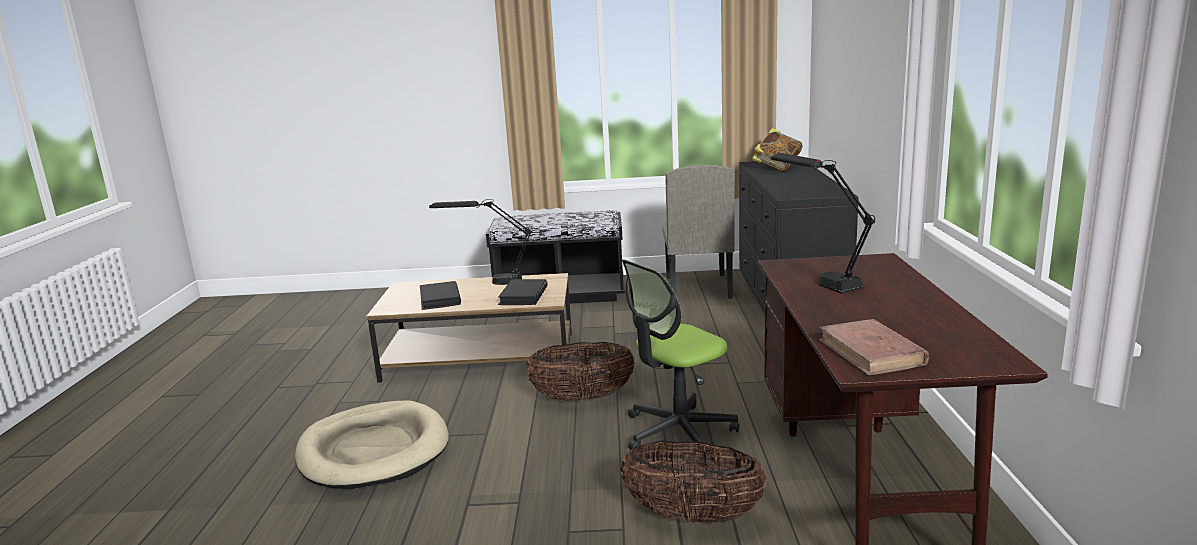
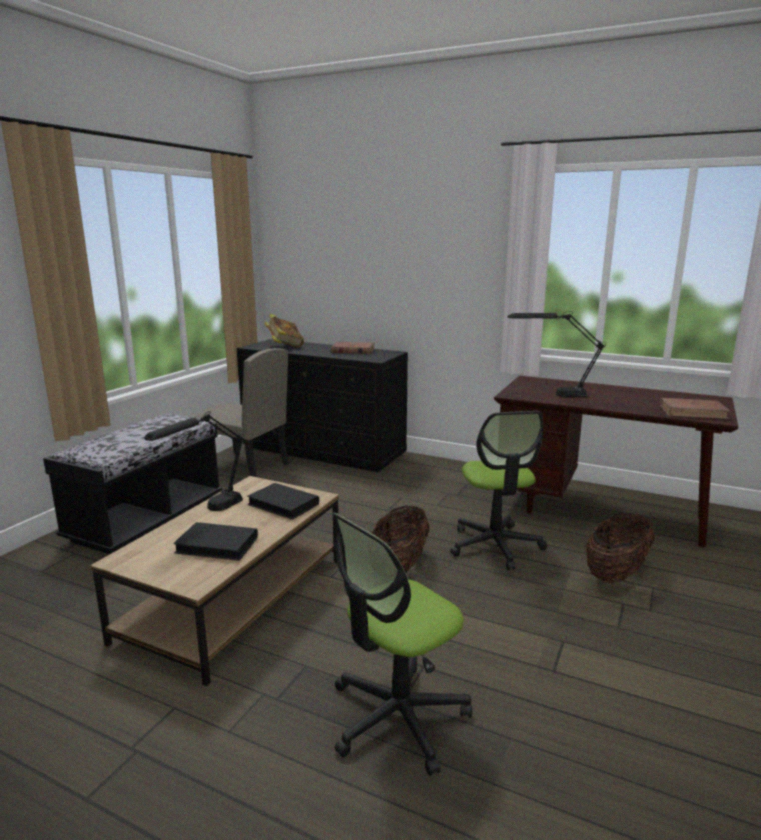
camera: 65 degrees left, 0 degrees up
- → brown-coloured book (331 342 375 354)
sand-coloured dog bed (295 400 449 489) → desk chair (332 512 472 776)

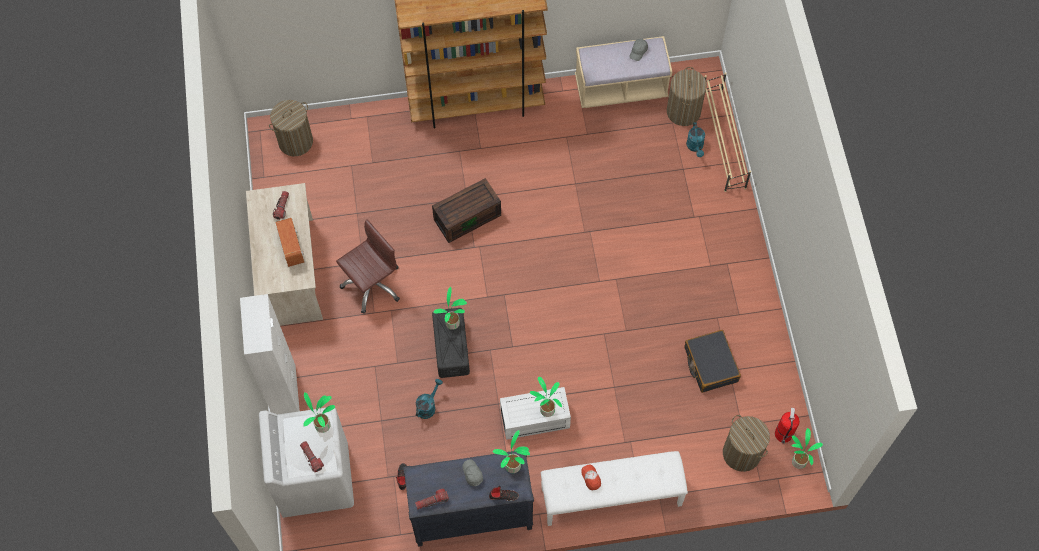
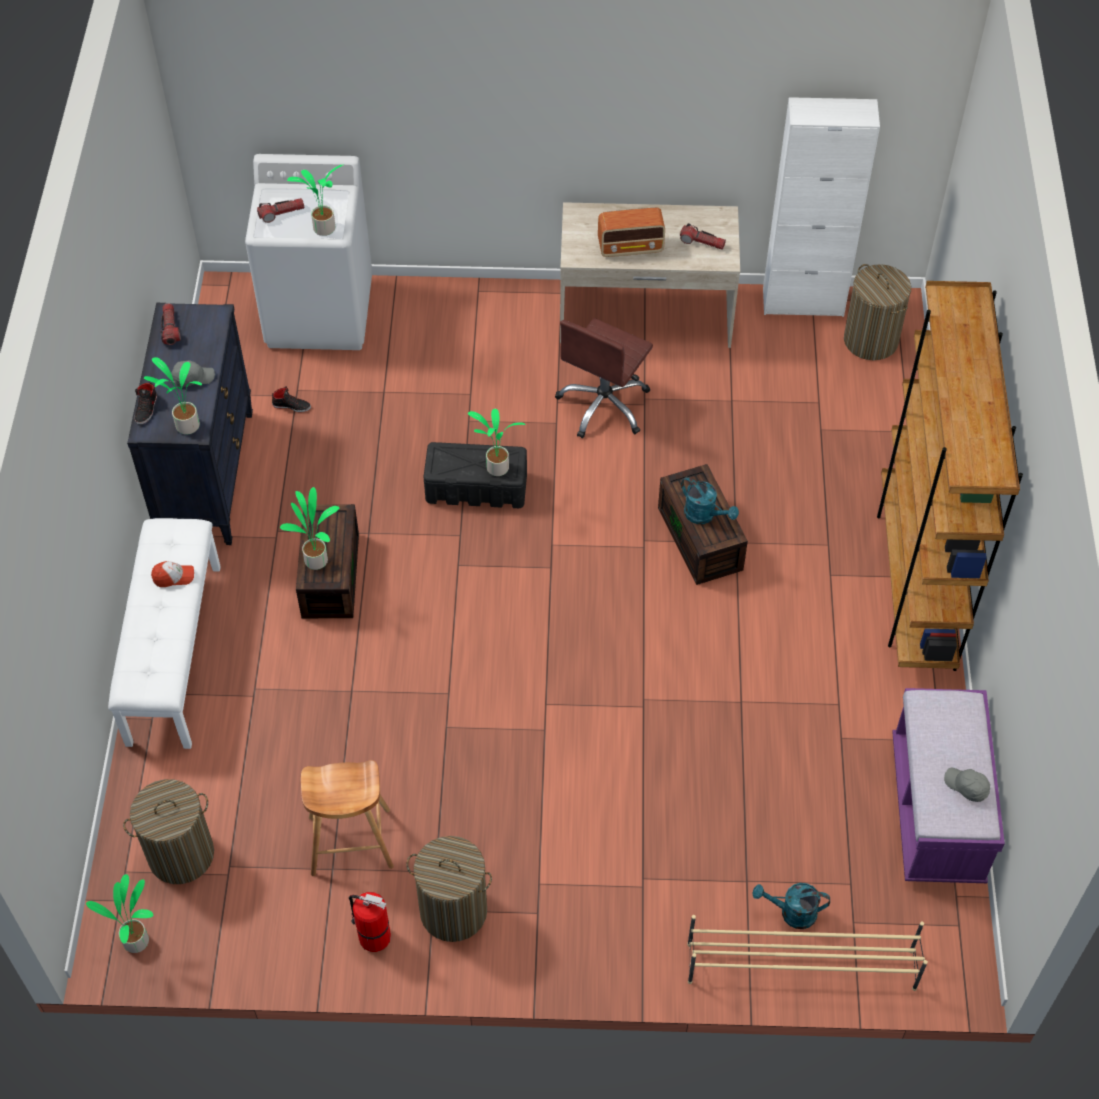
camera: 100 degrees right, 10 degrees down
white-coloured storage bin (500 387 571 440) → brown-coloured storage bin (296 504 359 618)
blackish piece of luggage (685 330 741 393) → brown-coloured stool (301 760 394 876)
extinguisher (775 408 800 444) → extinguisher (349 892 391 952), moved
laundry basket (667 67 707 126) → laundry basket (406 836 492 942), moved
brown-coloured desk chair (336 219 400 314) → brown-coloured desk chair (555 318 653 438), 60 degrees clockwise
blue-green sprinkling can (416 379 443 419) → blue-green sprinkling can (681 477 739 524), moved
white-coloured storage cabinet (240 294 300 414) → white-coloured storage cabinet (763 97 880 317), moved
sand-coloured bench (575 36 672 108) → purple-coloured bench (892 688 1005 883)

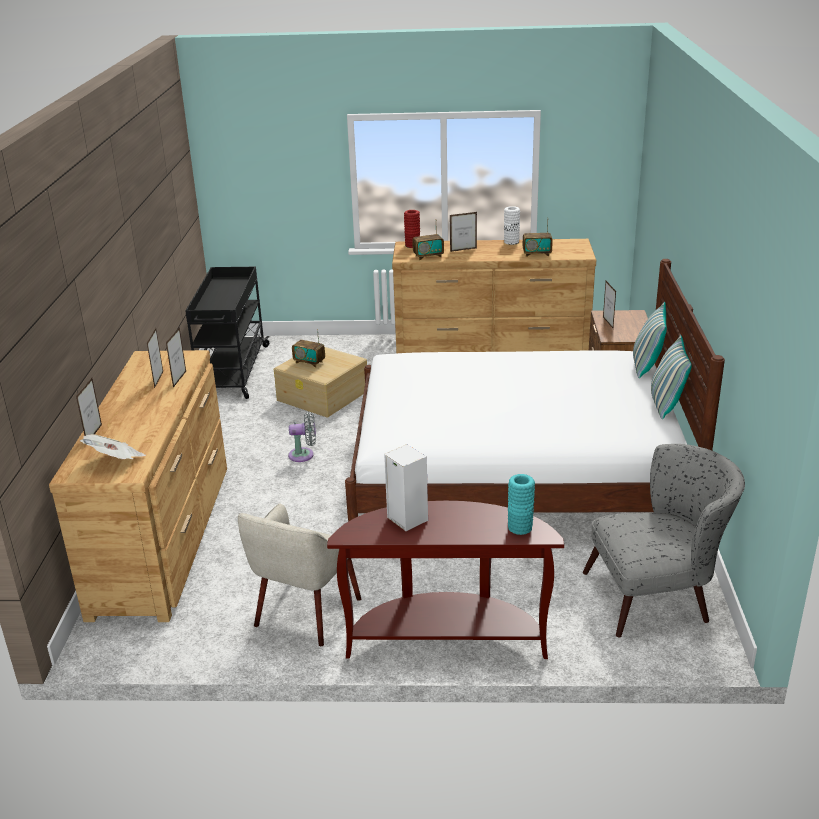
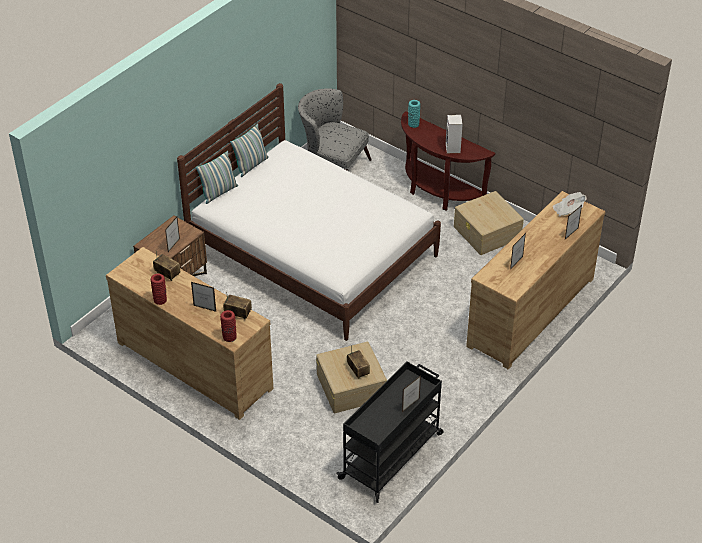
camera: 145 degrees left, 15 degrees up
white-coloured vase (504 206 520 245) → red vase (151 274 167 305)
standing frame (166 327 186 388) → standing frame (402 376 421 412), moved
sand-coloured lounge chair (238 503 361 646) → sand-coloured storage bin (454 191 524 255)
greyish electric fan (288 412 316 462) → -

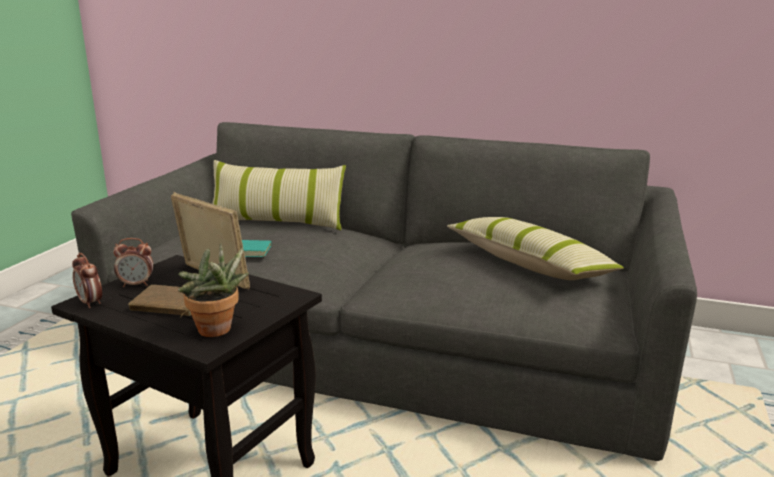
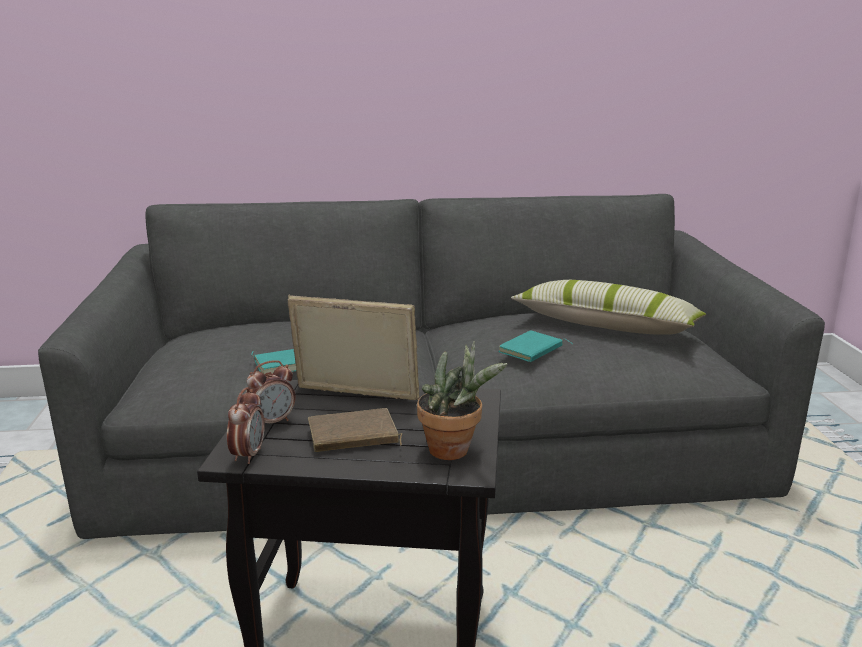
camera: 25 degrees left, 0 degrees up
table clock (72 253 102 308) → table clock (227 387 265 464), 105 degrees counterclockwise
- → blue-green book (498 330 573 362)
cushion (212 160 346 230) → -

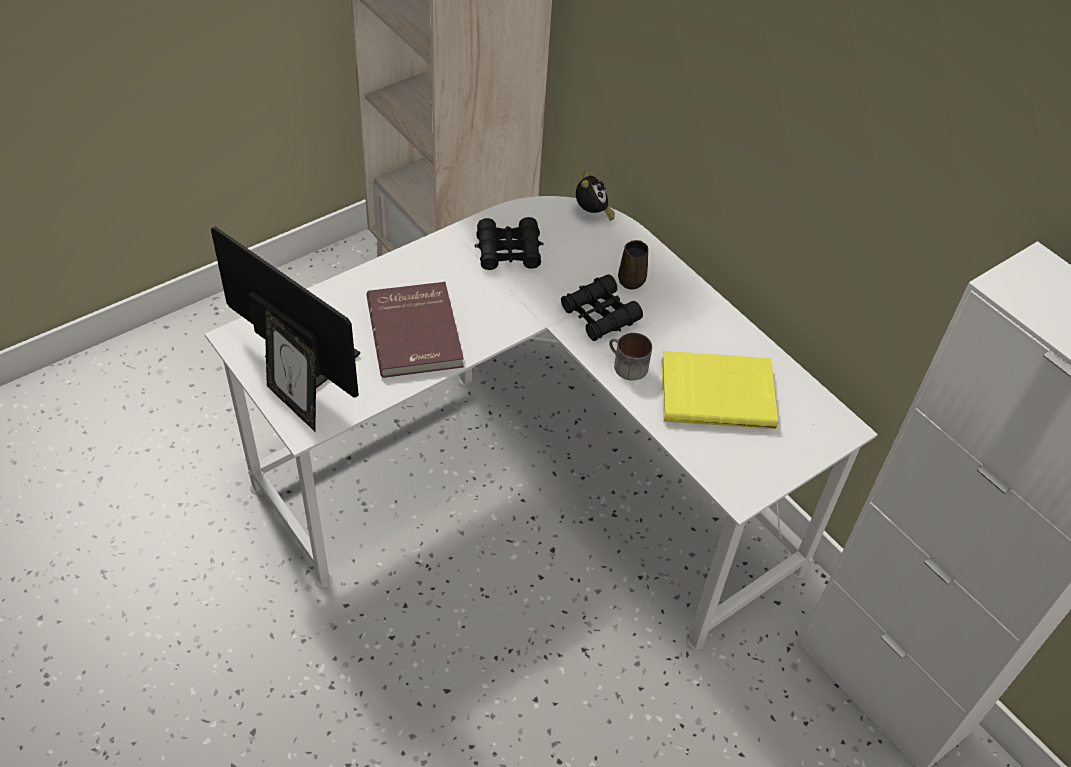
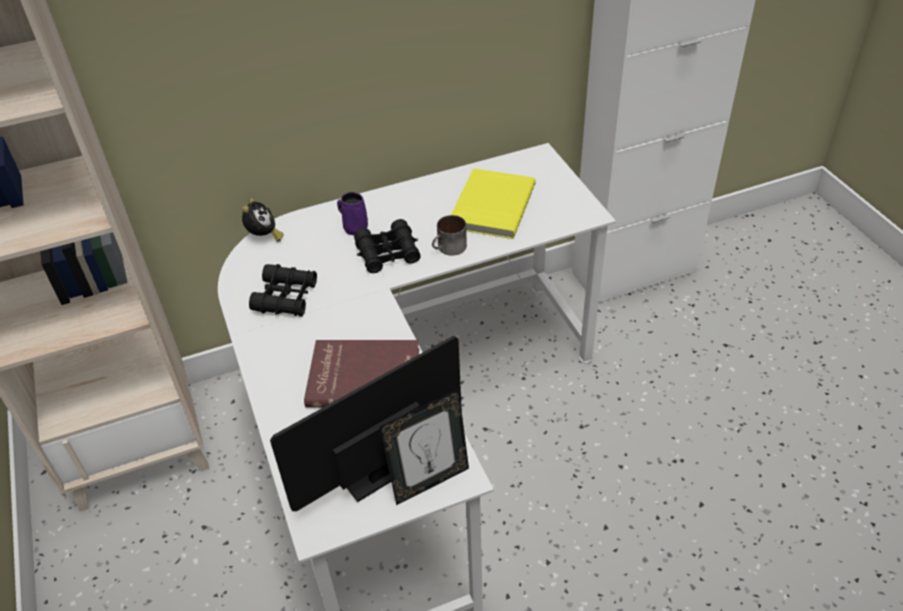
camera: 70 degrees left, 5 degrees down
table clock (576 171 615 221) → table clock (242 198 284 242), 75 degrees clockwise
brown-coloured mug (618 240 648 290) → purple-coloured mug (337 192 368 235)

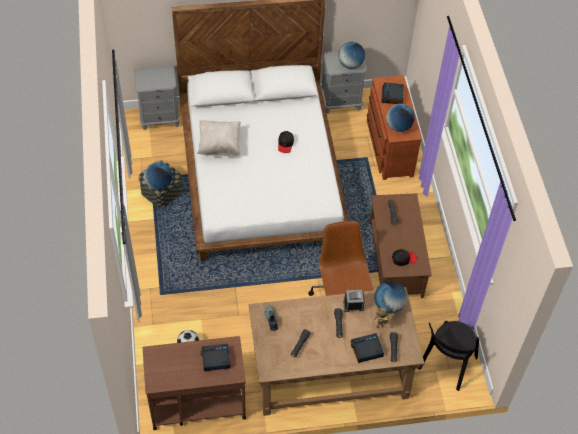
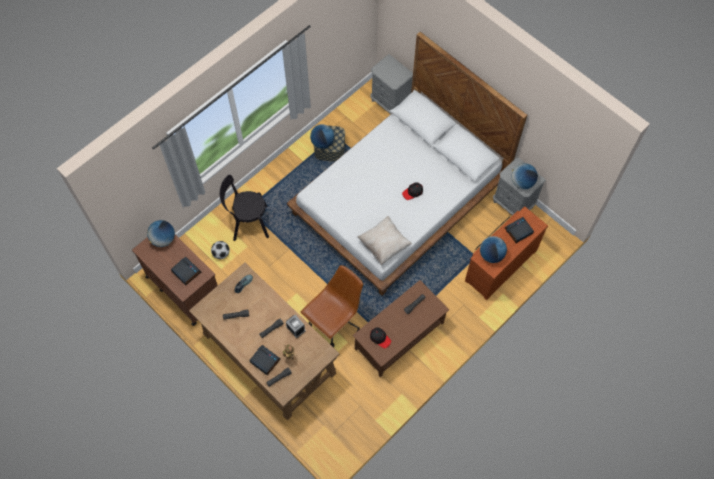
camera: 55 degrees right, 10 degrees up
desk globe (374 281 407 314) → desk globe (147 220 175 247), moved
blackish chair (418 321 479 391) → blackish chair (220 175 269 241), moved
sand-coloured cushion (197 120 241 156) → sand-coloured cushion (357 216 412 265), moved

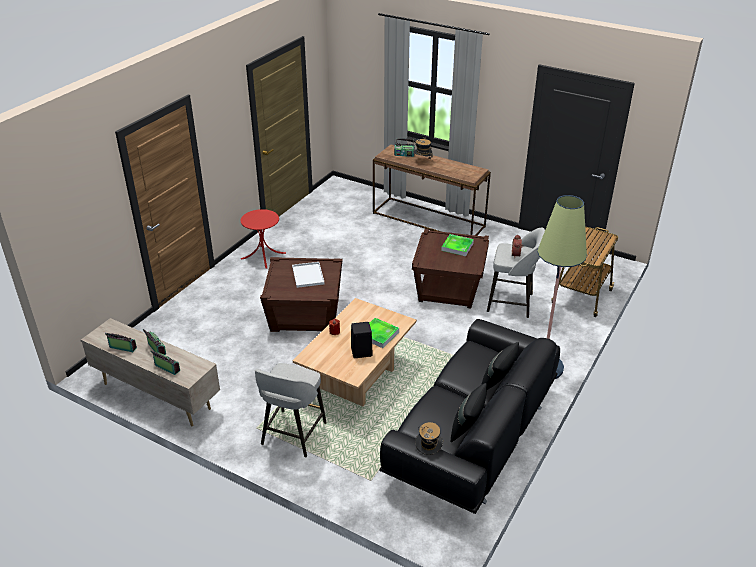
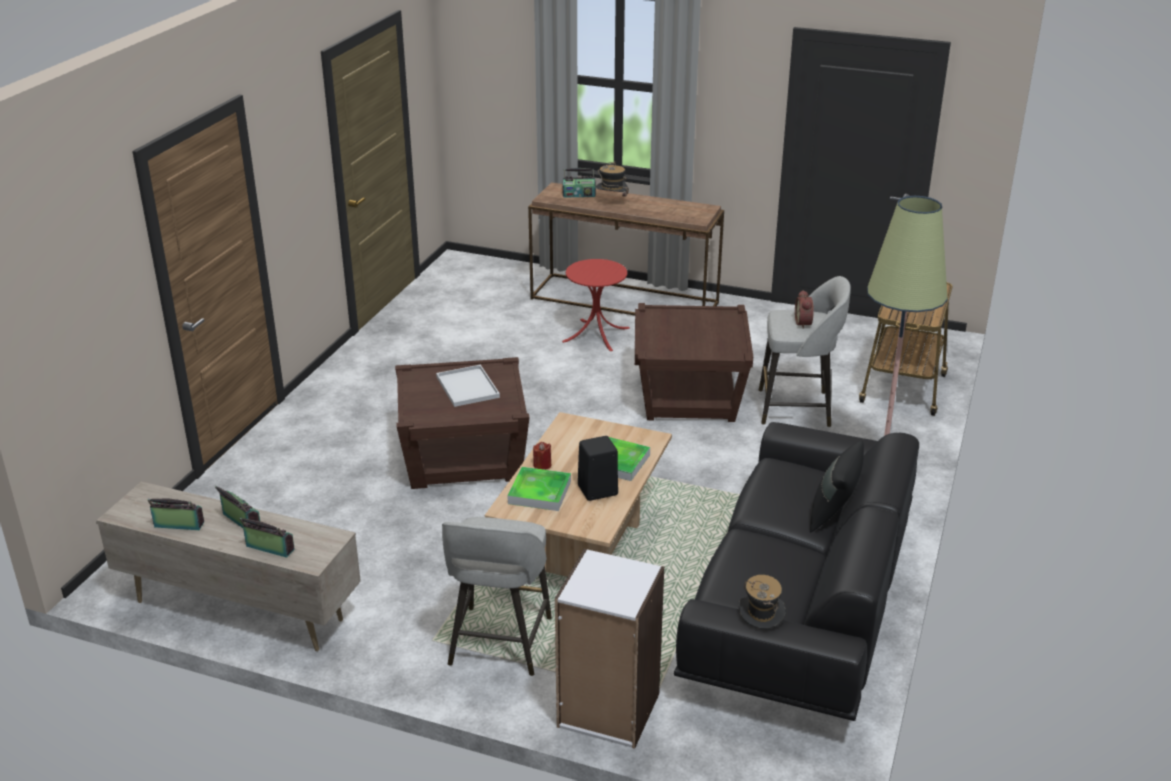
camera: 10 degrees left, 5 degrees down
tray (441 234 474 256) → tray (507 467 571 511), moved
- → white-coloured shelving unit (555 548 664 749)
red end table (241 209 286 269) → red end table (562 259 630 351), moved
blackish cushion (450 383 487 442) → -

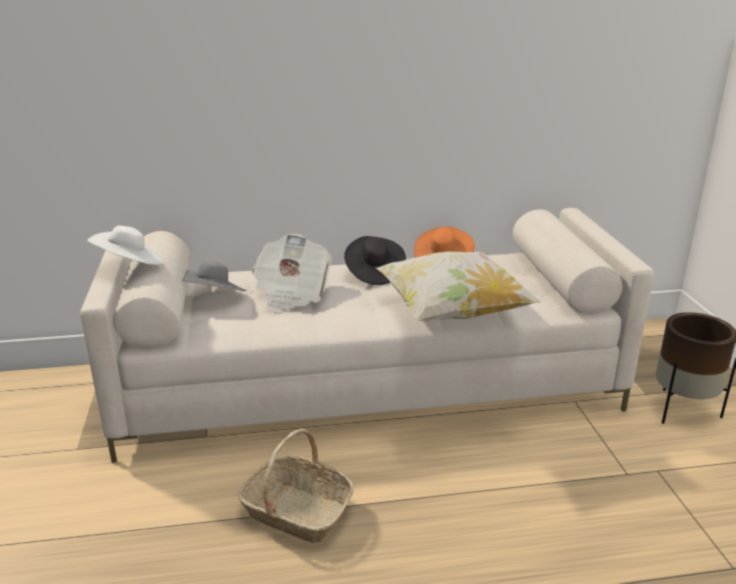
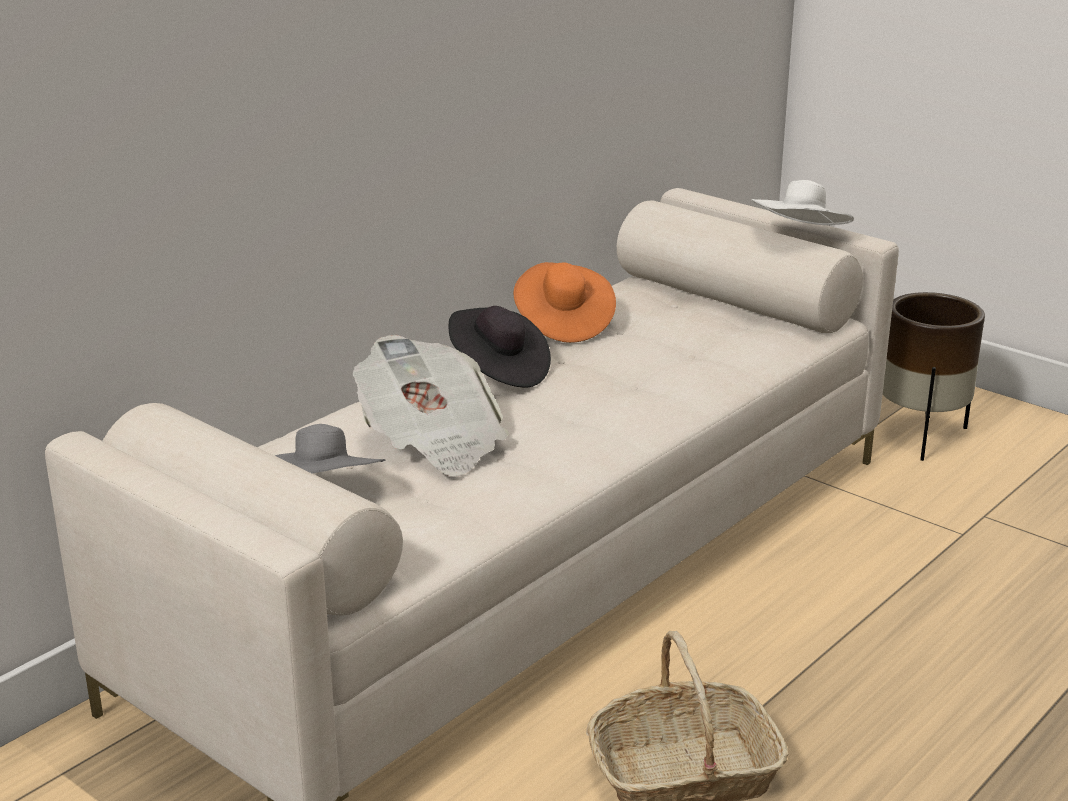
camera: 40 degrees left, 0 degrees up
white-coloured clothing hat (87 226 163 265) → white-coloured clothing hat (751 180 854 225), moved
cushion (376 251 541 321) → -

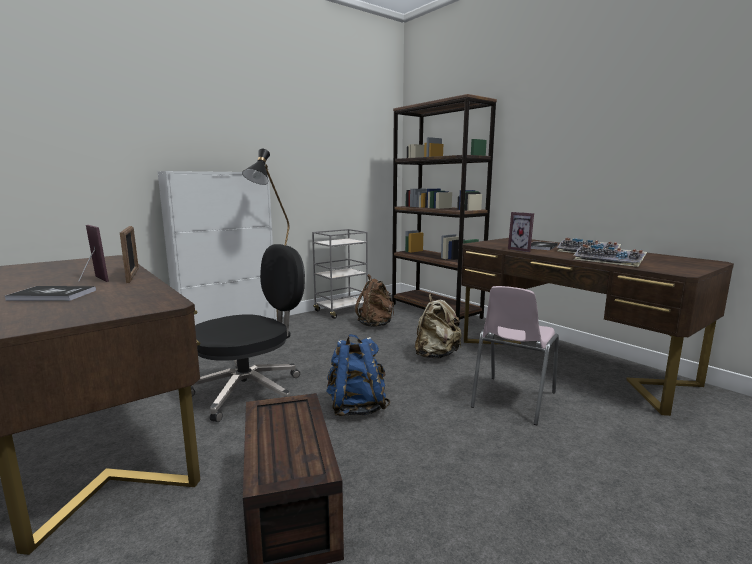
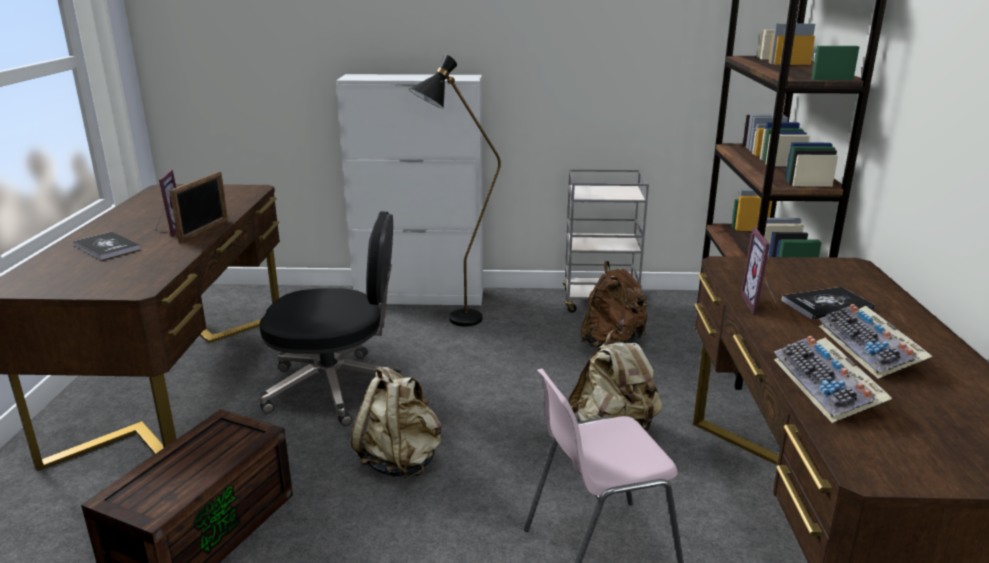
camera: 40 degrees right, 10 degrees up
blue knapsack (326 334 390 416) → sand-coloured knapsack (351 366 441 478)

